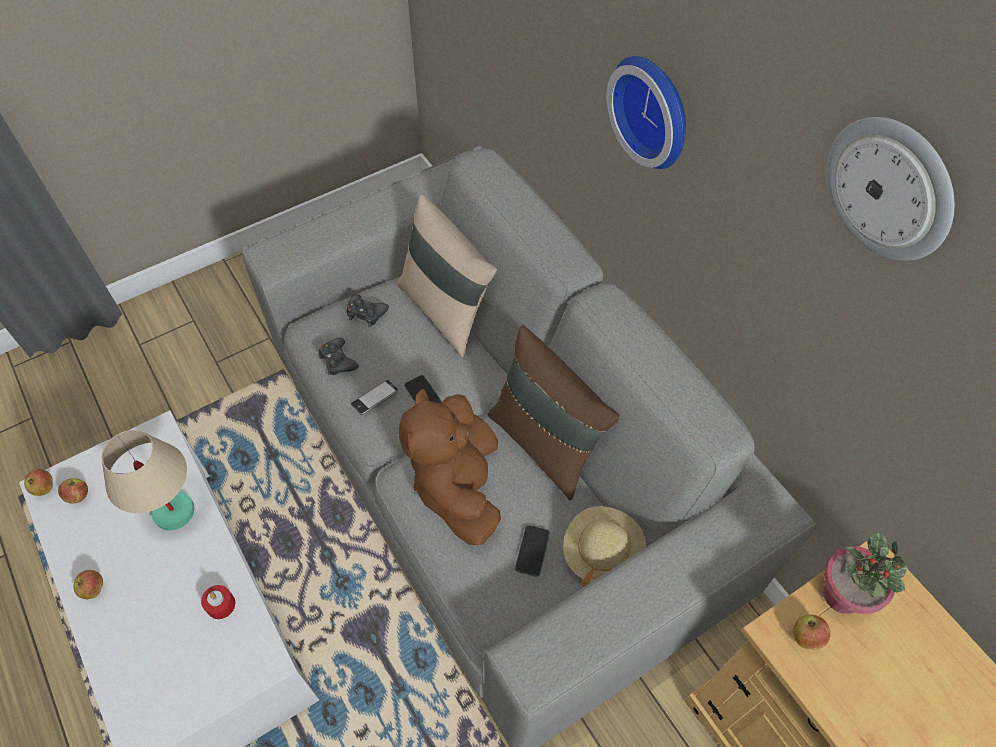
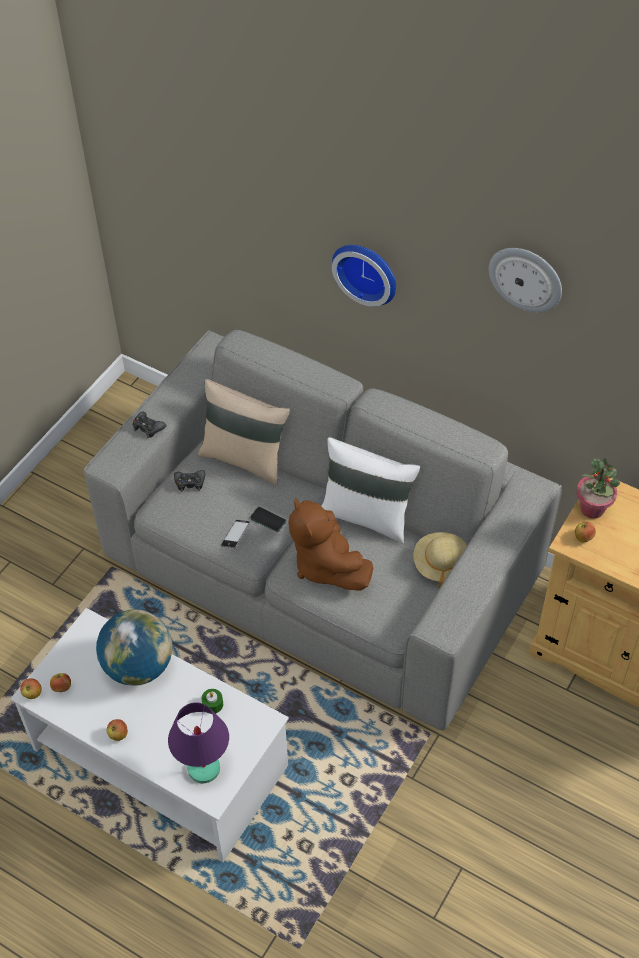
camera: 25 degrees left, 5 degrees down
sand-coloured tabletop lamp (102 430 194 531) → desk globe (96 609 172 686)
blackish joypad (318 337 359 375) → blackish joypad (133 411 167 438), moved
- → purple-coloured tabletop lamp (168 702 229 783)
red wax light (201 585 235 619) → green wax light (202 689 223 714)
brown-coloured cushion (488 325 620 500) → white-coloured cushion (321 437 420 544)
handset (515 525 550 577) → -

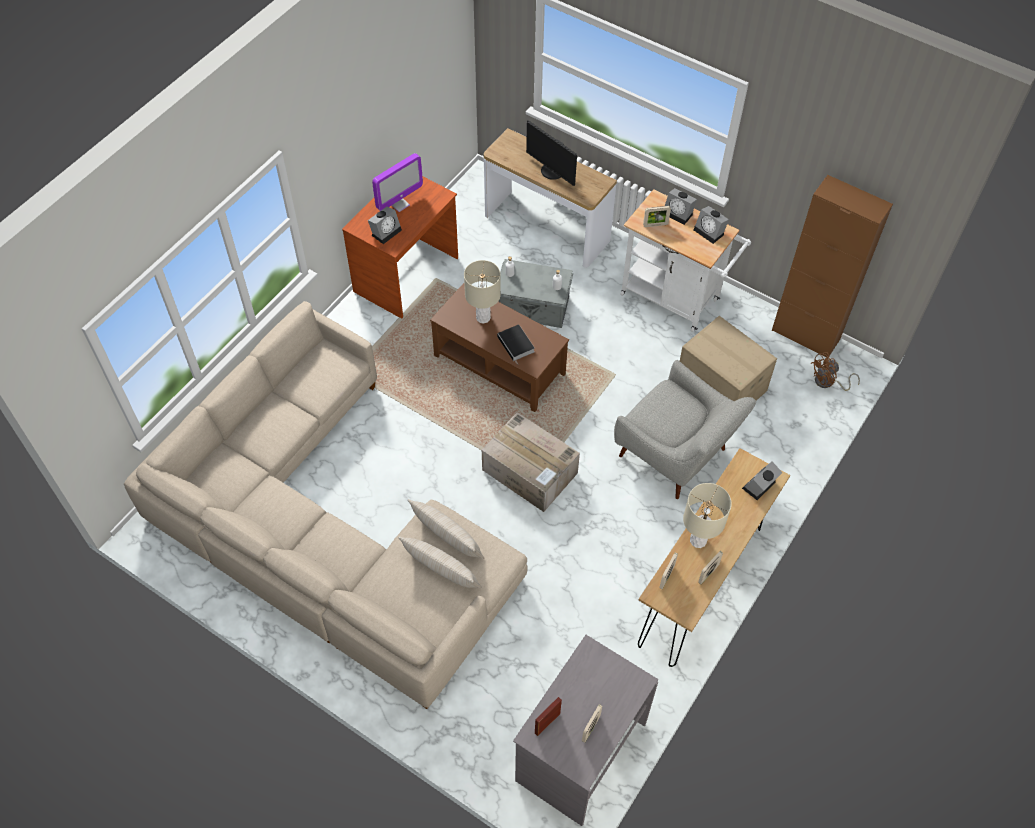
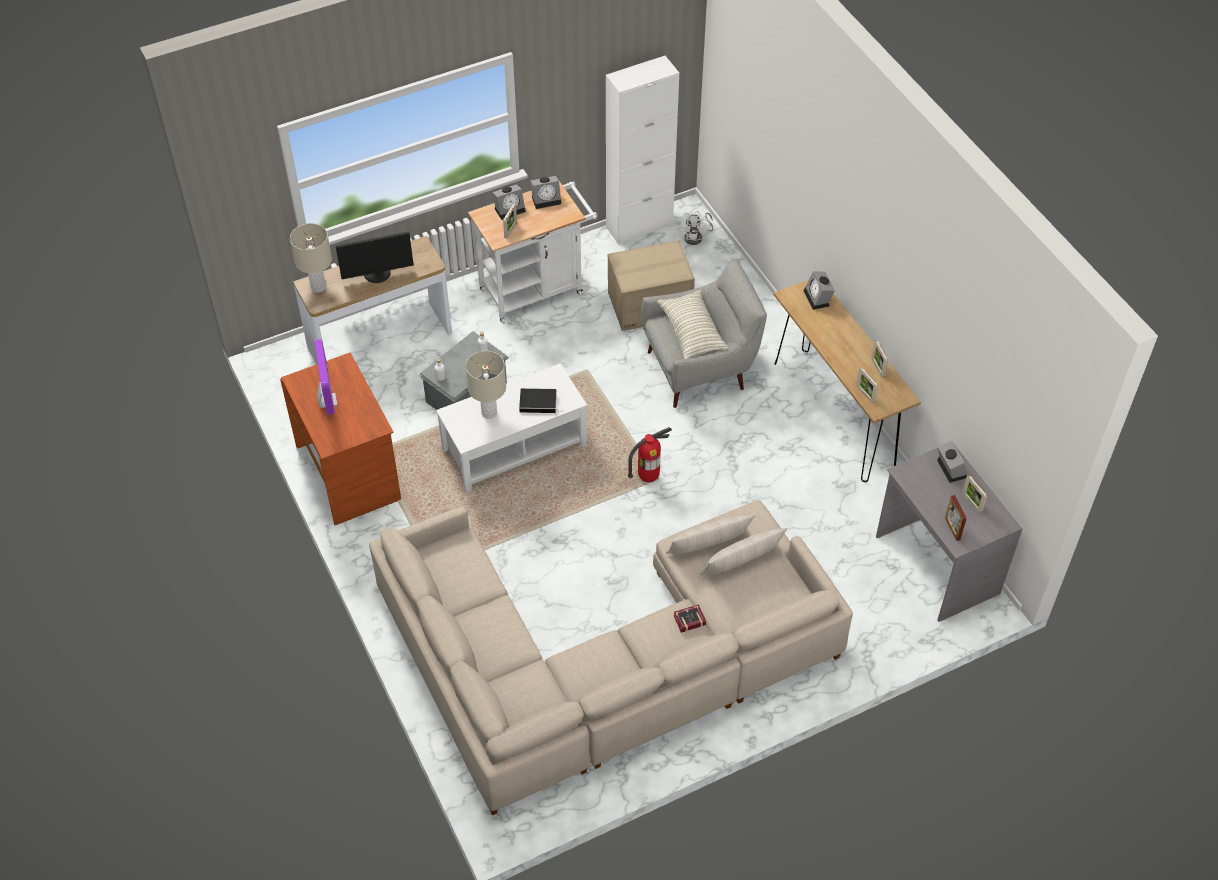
camera: 60 degrees left, 5 degrees down
sand-coloured tabletop lamp (683 483 732 548) → sand-coloured tabletop lamp (290 223 332 293), moved
brown-coloured low table (430 283 569 412) → white-coloured low table (436 363 587 493)
brown-coloured storage cabinet (772 175 893 358) → white-coloured storage cabinet (606 56 679 245)
cardboard box (482 412 580 512) → extinguisher (628 427 672 482)
- → cushion (657 290 728 359)
- → book (673 604 706 633)
brown-coloured electric fan (810 352 860 391) → white-coloured electric fan (677 211 713 245)
table clock (368 206 402 244) → table clock (937 440 967 483), moved

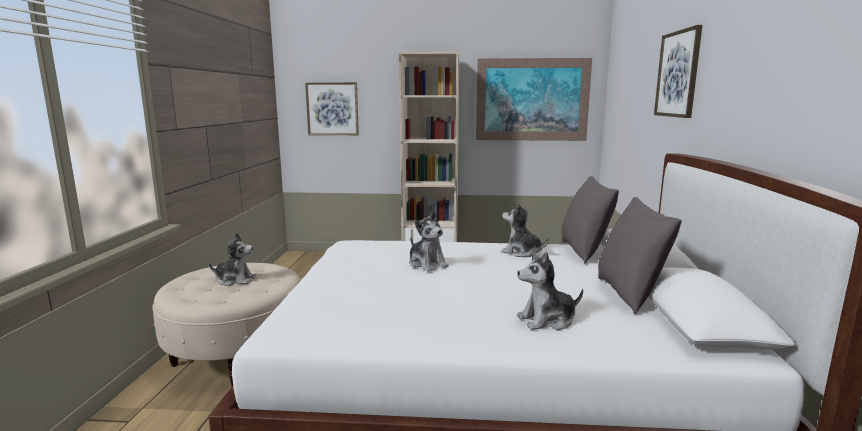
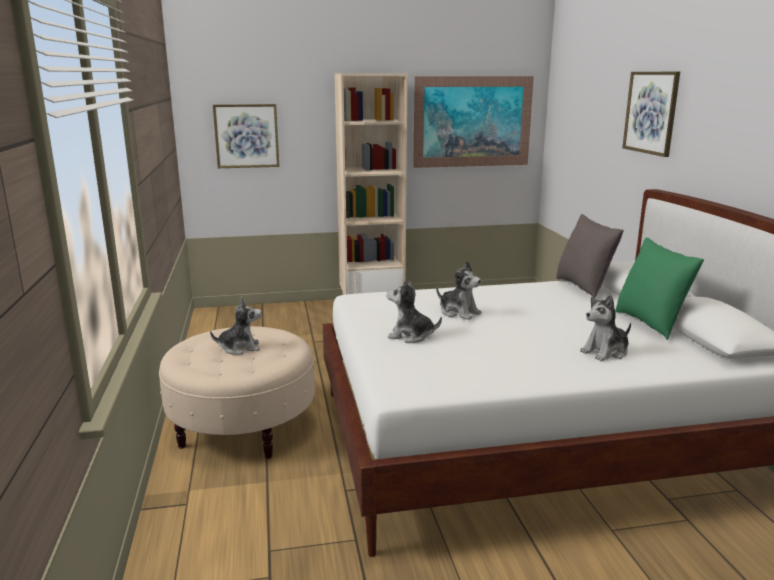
camera: 15 degrees left, 5 degrees up
soft toy (501 202 549 257) → soft toy (386 280 442 343), moved
greyish cushion (598 197 682 314) → green cushion (615 237 704 340)

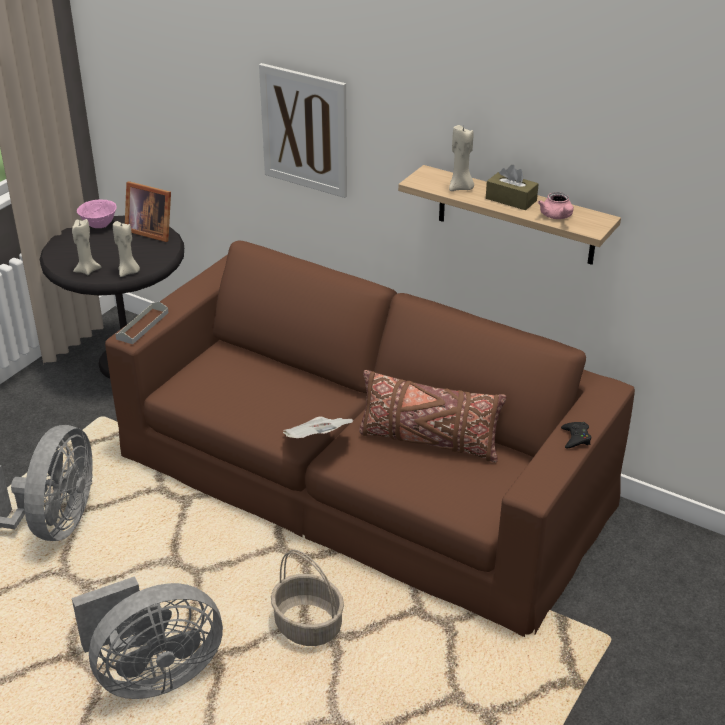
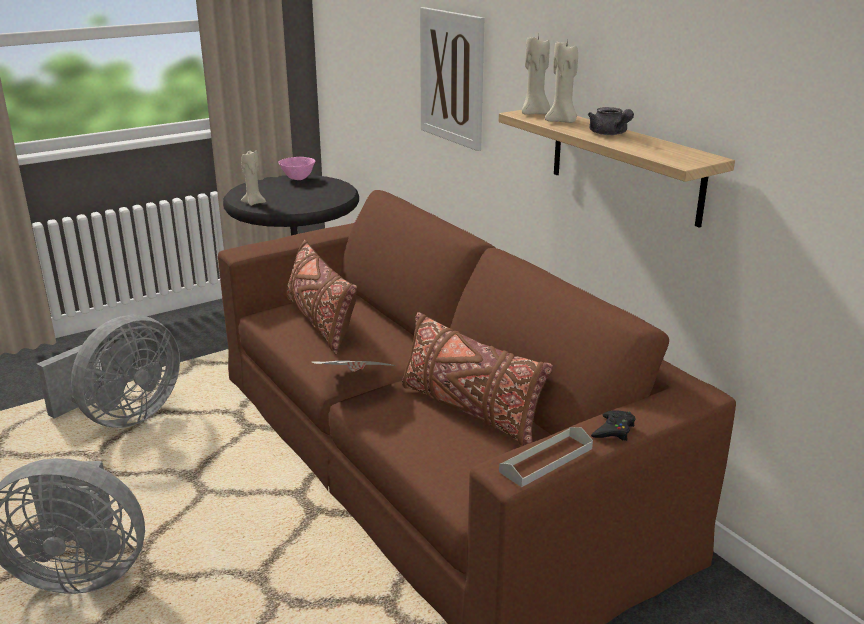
camera: 25 degrees right, 10 degrees down
- → brown-coloured cushion (286 240 357 354)
greyish tray (115 302 169 344) → greyish tray (499 427 593 487), moved
sand-coloured wax light (113 221 140 277) → sand-coloured wax light (522 35 550 115), moved
brown-coloured tissue box (486 165 539 210) → greyish pot for tea (588 107 634 135)
standing frame (125 181 171 242) → -
household basket (271 549 344 646) → -
pink-coloured pot for tea (538 192 574 219) → -

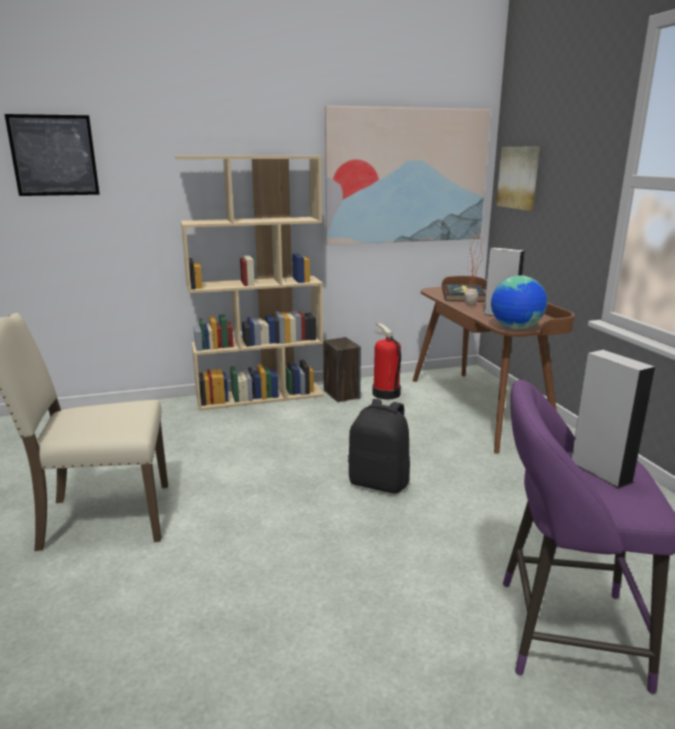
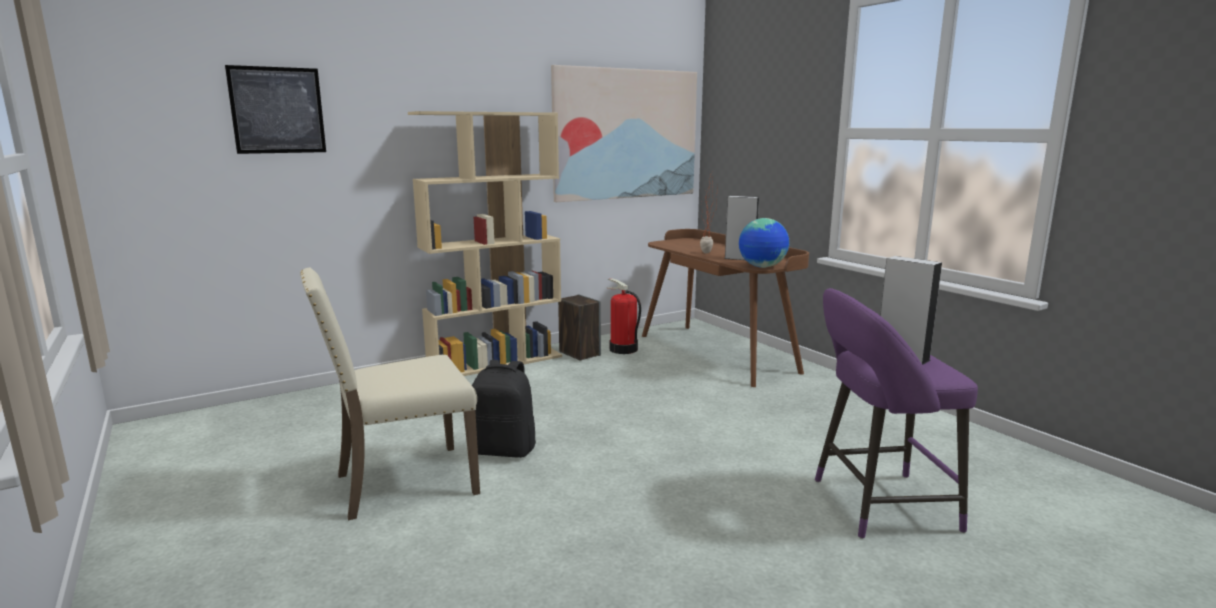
camera: 15 degrees left, 5 degrees down
blackish knapsack (349 399 410 493) → blackish knapsack (472 360 536 458), moved
book (442 284 486 302) → -
wall art (496 146 540 211) → -

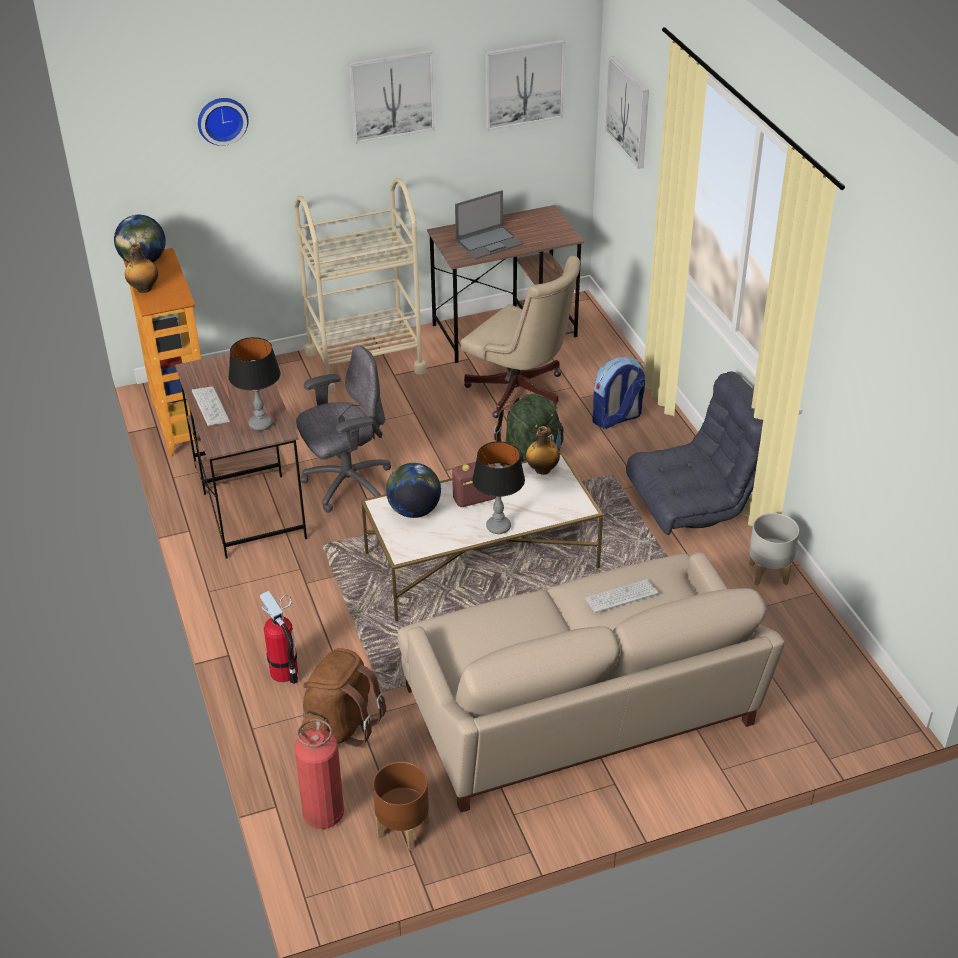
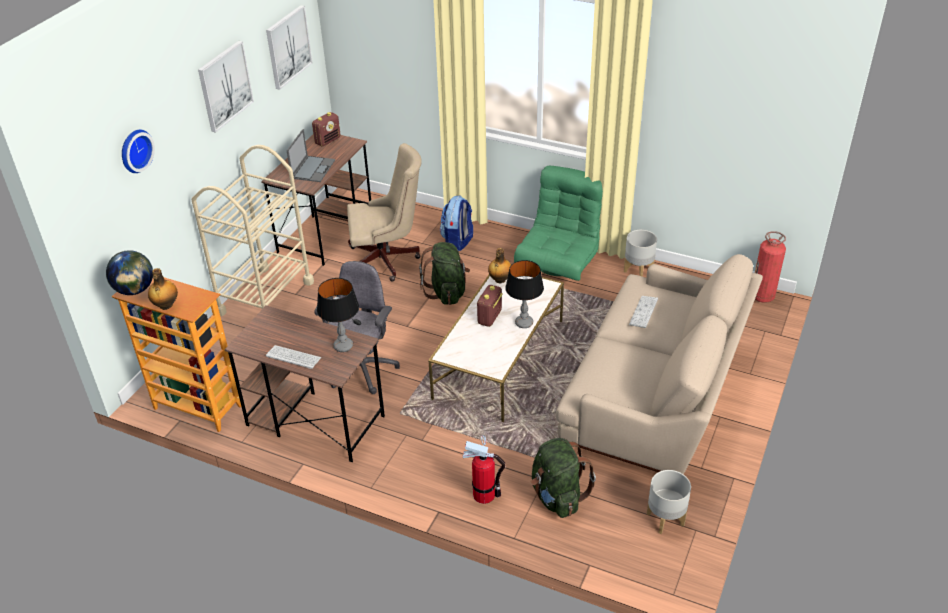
camera: 45 degrees left, 0 degrees up
- → radio set (312 112 340 147)
greyish lounge chair (626 371 763 535) → green lounge chair (514 166 603 281)
brown-coloured knapsack (302 648 386 747) → green knapsack (531 438 596 518)
brown-coloured planter (373 761 429 851) → greyish planter (647 470 691 534)
extinguisher (294 719 344 829) → extinguisher (755 231 786 303), moved
desk globe (386 463 441 518) → -
wall art (605 56 649 169) → -

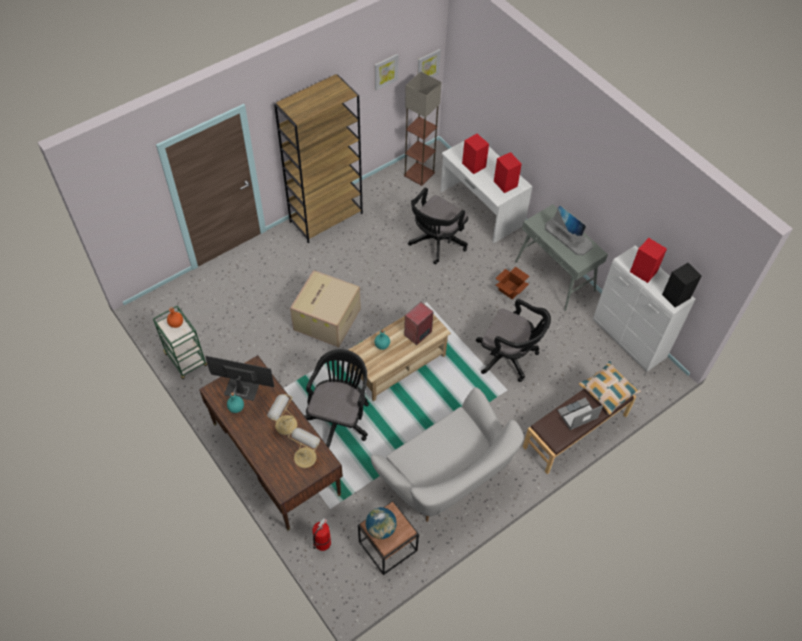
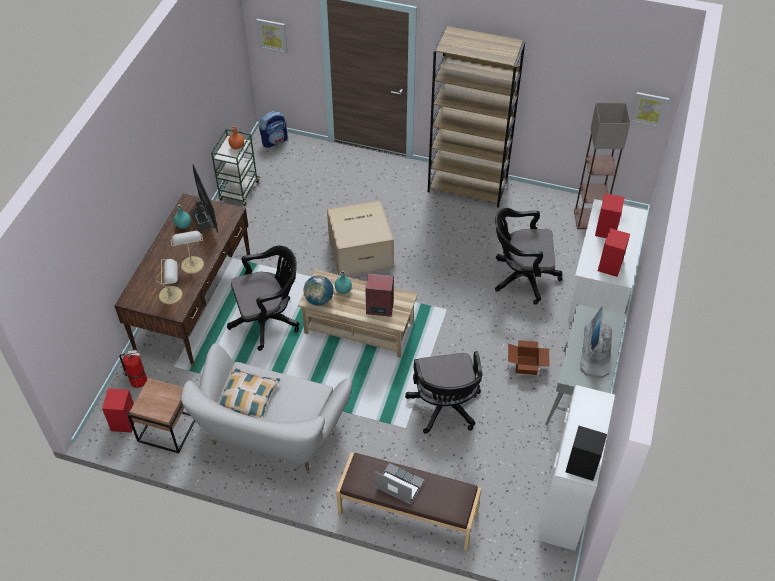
camera: 55 degrees right, 5 degrees down
red loudspeaker (630 238 667 283) → red loudspeaker (102 388 135 433), moved
cushion (579 361 641 415) → cushion (218 368 280 419), moved
wall art (375 54 399 90) → wall art (256 19 288 53), moved
- → knapsack (259 111 288 148)
desk globe (366 507 397 539) → desk globe (303 275 334 305), moved

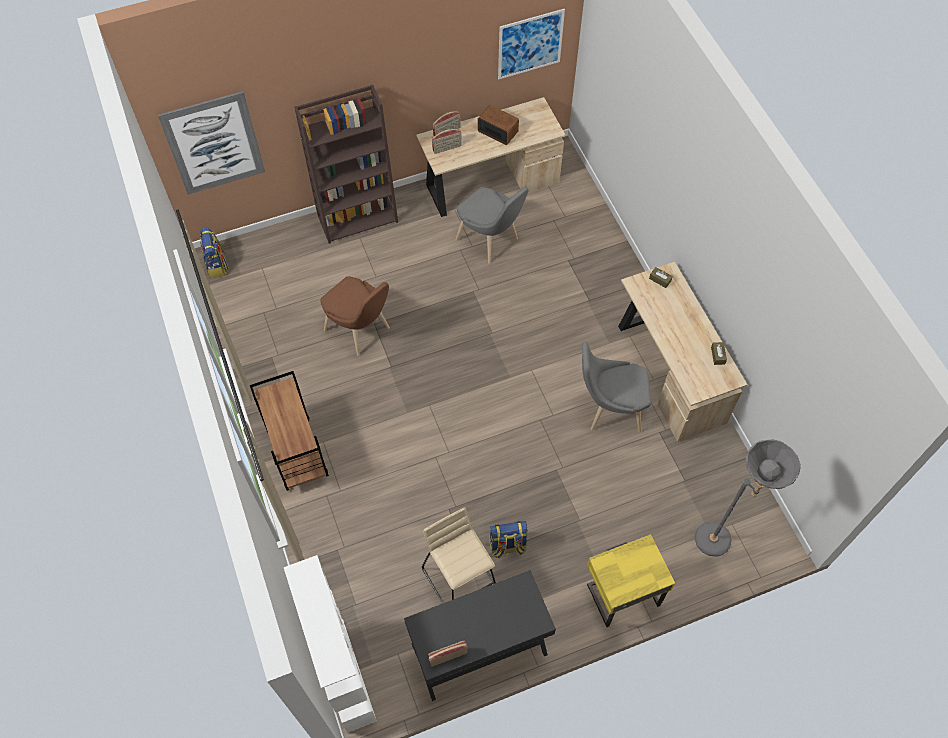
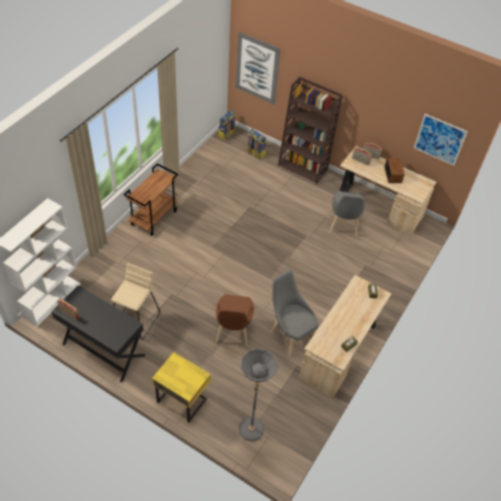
camera: 50 degrees right, 10 degrees down
brown-coloured chair (320 276 390 356) → brown-coloured chair (216 294 254 346), moved
knapsack (489 521 528 559) → knapsack (247 129 266 159), moved

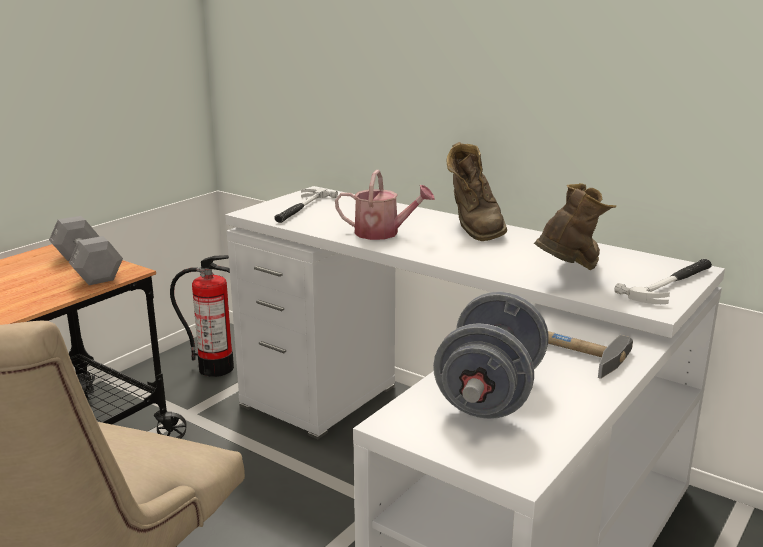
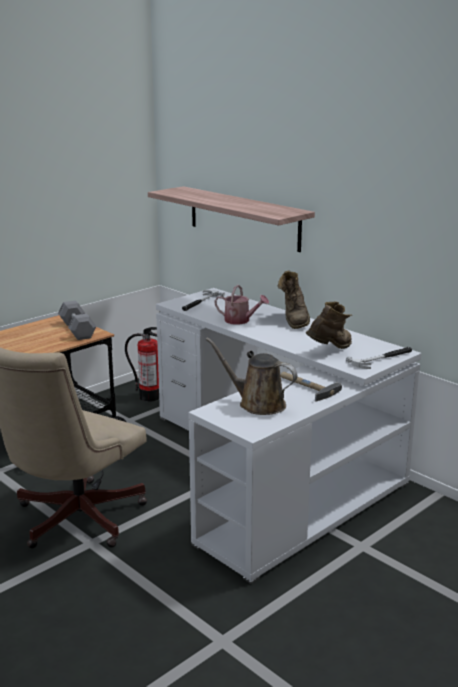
camera: 10 degrees right, 0 degrees up
- → shelf (148 186 315 252)
greyish hand weight (433 291 549 419) → brown-coloured sprinkling can (205 338 297 415)

